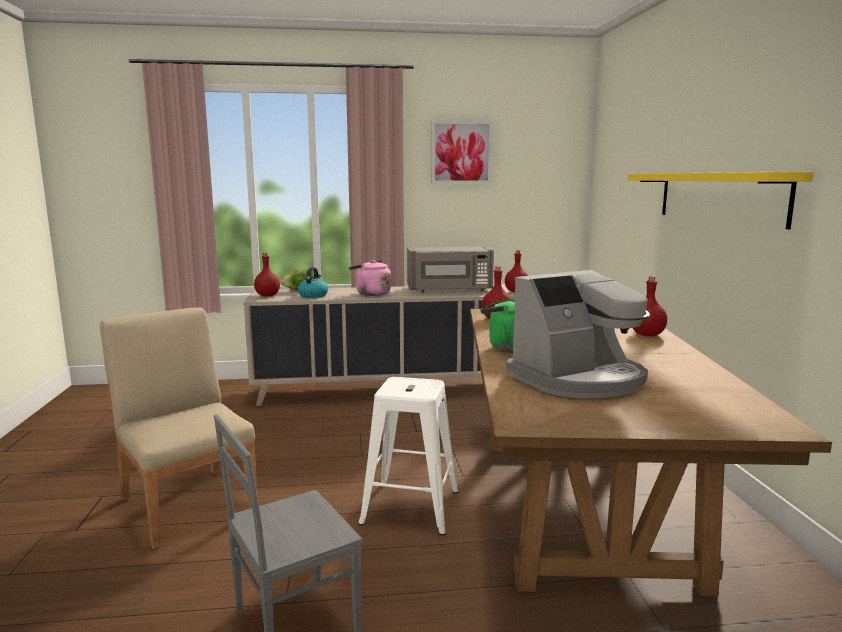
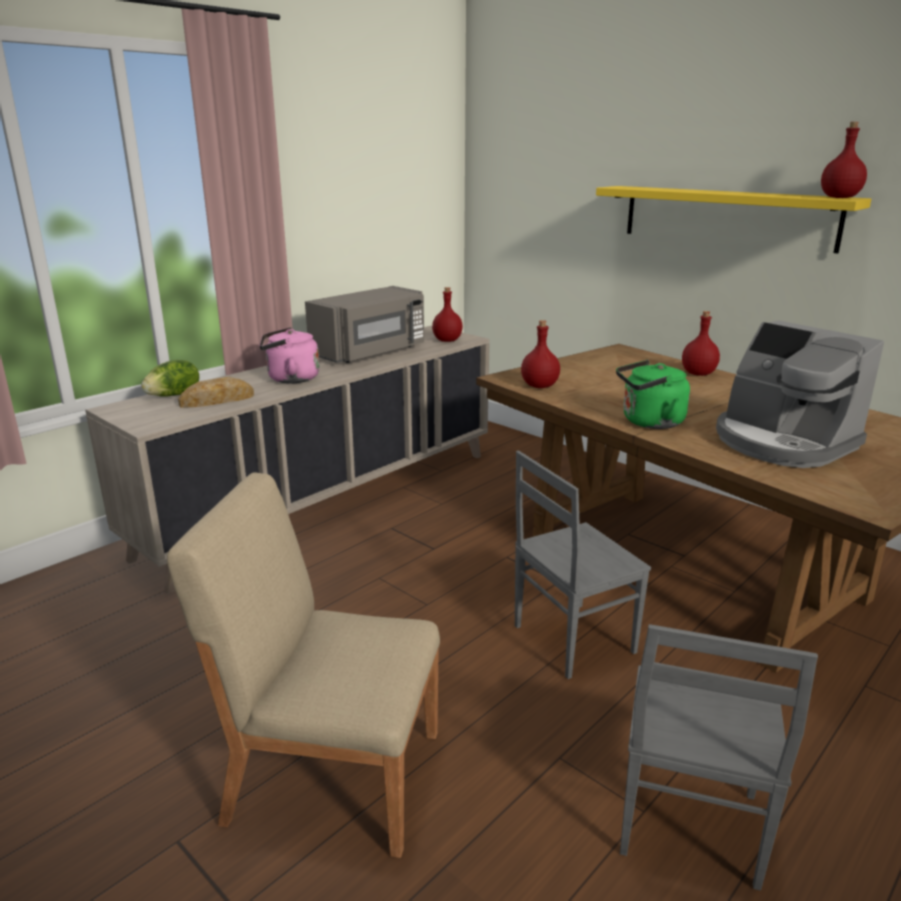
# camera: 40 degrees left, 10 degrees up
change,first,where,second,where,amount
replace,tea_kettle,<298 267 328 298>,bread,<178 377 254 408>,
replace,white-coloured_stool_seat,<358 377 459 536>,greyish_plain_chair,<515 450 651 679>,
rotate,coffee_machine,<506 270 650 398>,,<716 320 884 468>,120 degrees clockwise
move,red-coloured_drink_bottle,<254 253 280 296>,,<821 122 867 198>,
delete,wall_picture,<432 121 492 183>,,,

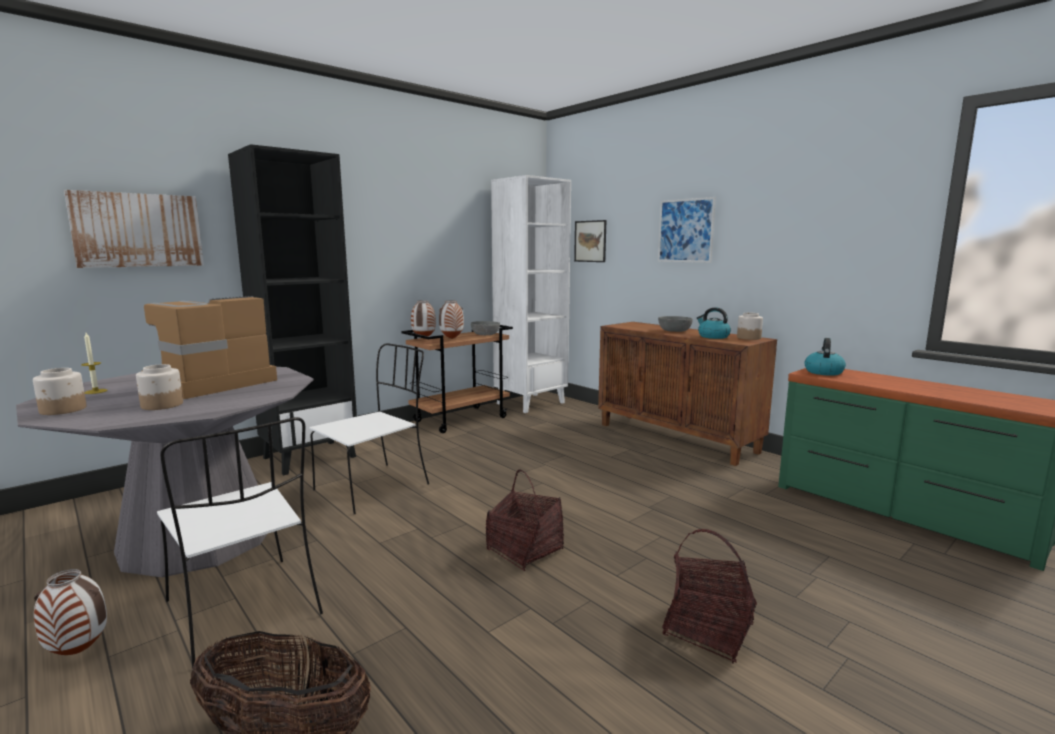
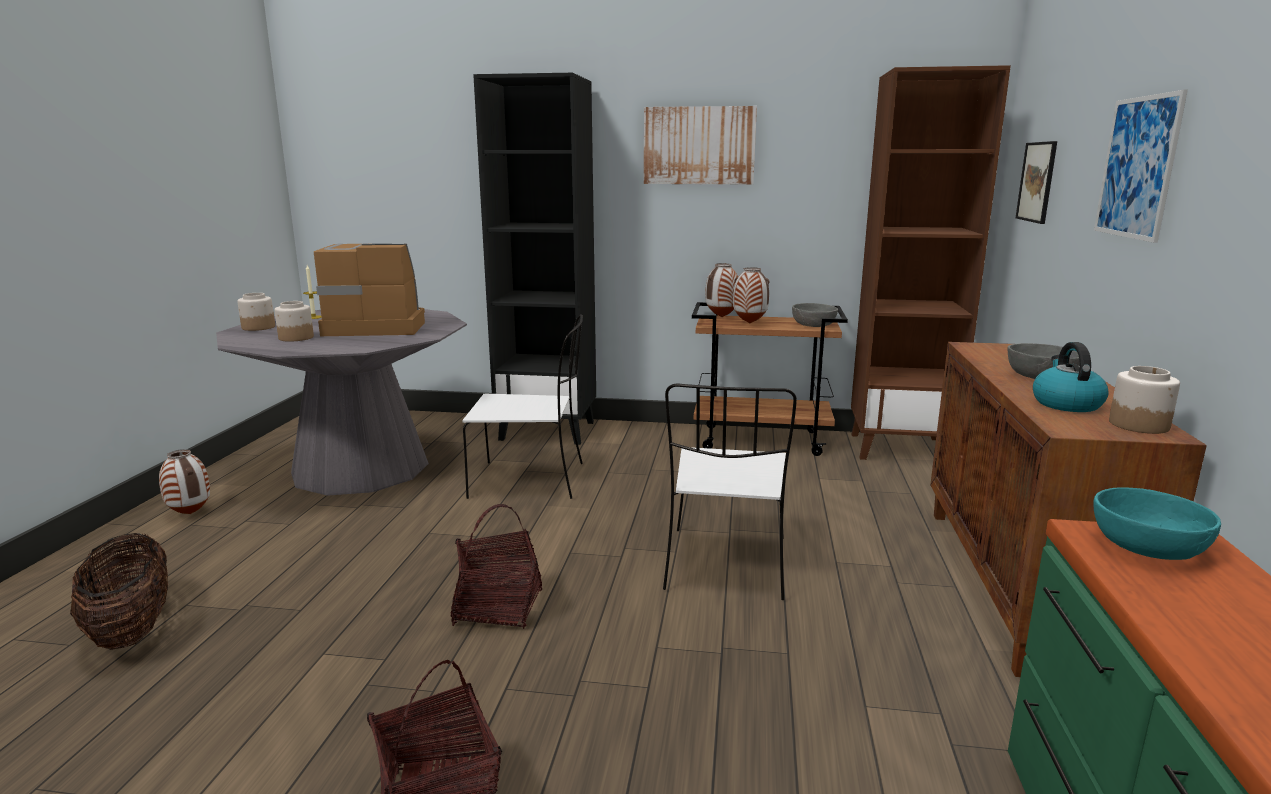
# camera: 50 degrees right, 5 degrees up
change,first,where,second,where,amount
move,wall_picture,<64 190 204 268>,,<644 106 757 184>,
move,white-coloured_plain_chair,<157 417 323 668>,,<663 384 797 600>,
recolor,white-coloured_bookshelf,<491 175 571 413>,brownish_bookshelf,<851 65 1011 460>,
replace,tea_kettle,<805 338 846 376>,turquoise_deep_dish,<1094 487 1221 560>,

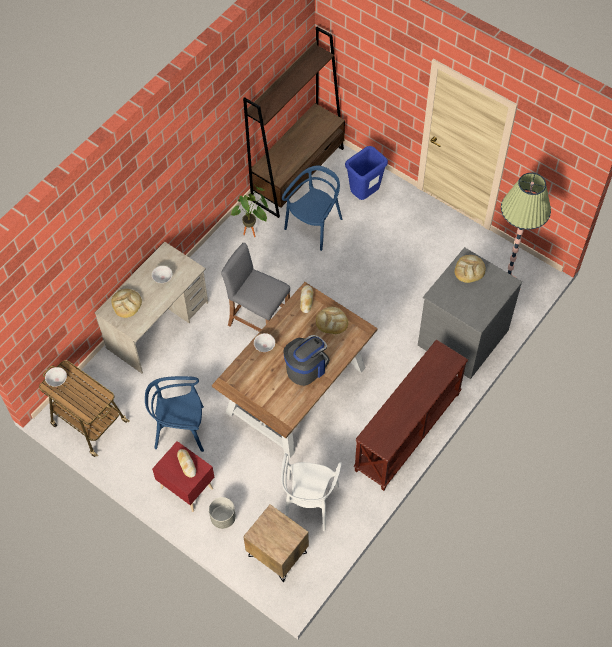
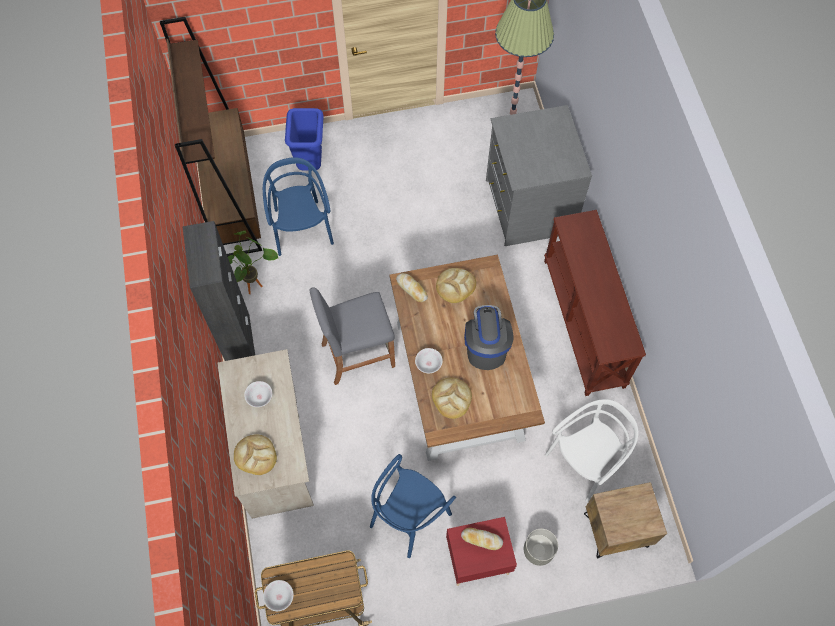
# camera: 50 degrees left, 5 degrees up
change,first,where,second,where,amount
insert,,,blackish_cabinet,<183 221 255 361>,
move,bread,<454 255 486 283>,,<432 378 472 419>,
rotate,white-coloured_plain_chair,<281 453 342 531>,,<545 399 638 502>,90 degrees counterclockwise

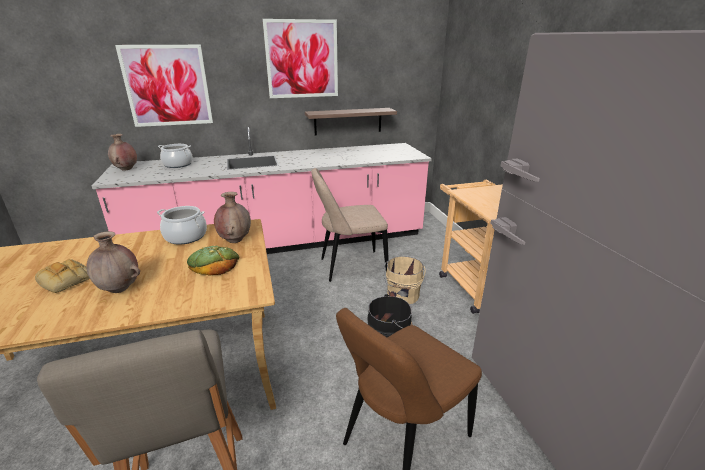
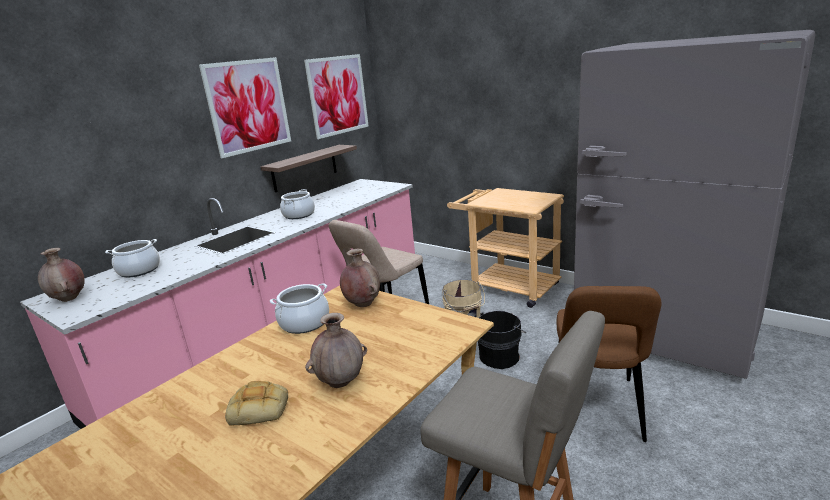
# camera: 35 degrees left, 5 degrees down
change,first,where,second,where,amount
insert,,,stockpot,<280 189 315 219>,
move,wall_picture,<115 45 213 127>,,<304 54 369 139>,
delete,bread,<187 246 240 276>,,,

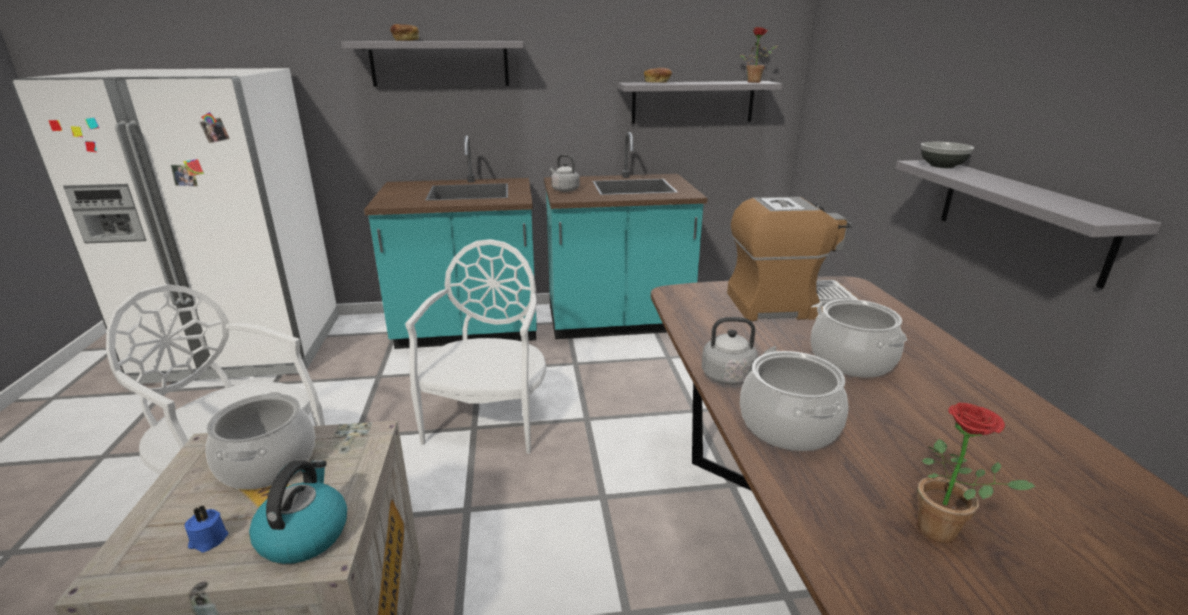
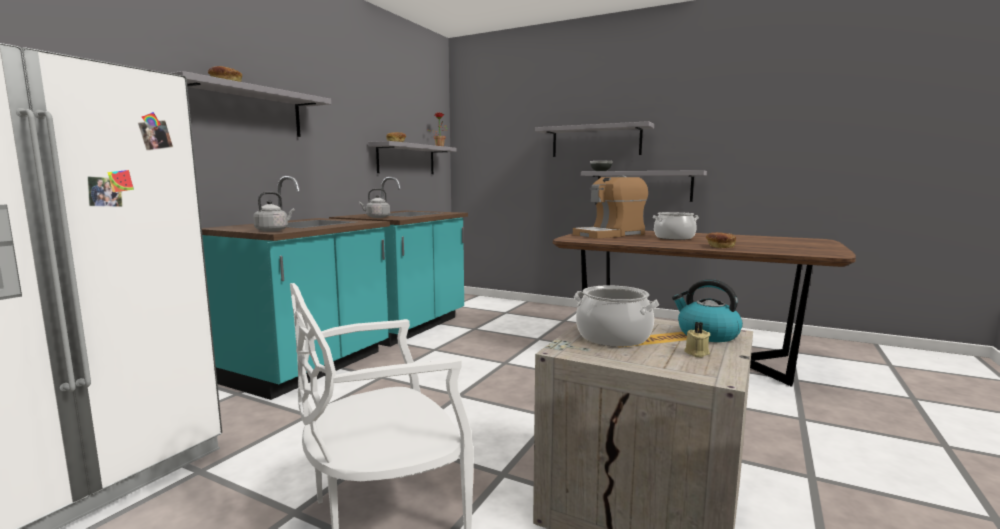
# camera: 55 degrees left, 15 degrees down
change,first,where,second,where,amount
move,greyish_tea_kettle,<702 317 776 385>,,<253 192 295 232>,
insert,,,greyish_shelf,<535 121 654 157>,
rotate,coffee_machine,<727 197 859 321>,,<573 176 648 239>,150 degrees counterclockwise
recolor,blue_wax_light,<184 505 229 553>,beige_wax_light,<684 322 710 358>,
replace,stockpot,<740 351 849 451>,bread,<706 232 736 248>,
delete,white-coloured_plain_chair,<405 239 546 454>,,,
delete,houseplant,<917 403 1036 543>,,,

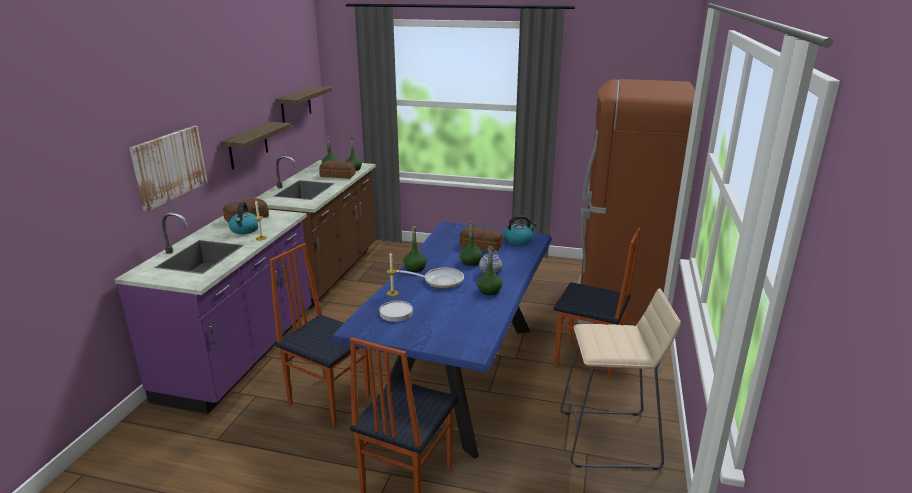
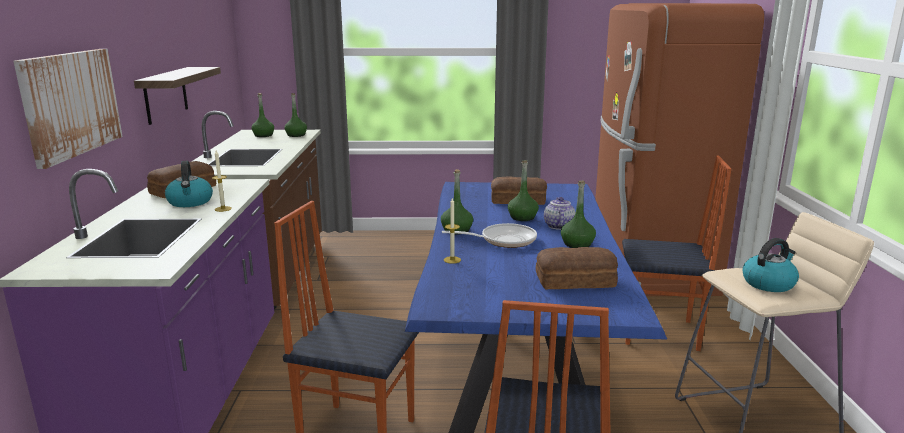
# camera: 15 degrees left, 5 degrees down
change,first,where,second,where,amount
move,bread,<319 161 356 179>,,<536 247 618 289>,
move,tea_kettle,<504 215 537 245>,,<743 238 799 292>,
delete,shelf,<275 86 332 123>,,,
delete,white-coloured_dinner_plate,<379 301 413 322>,,,

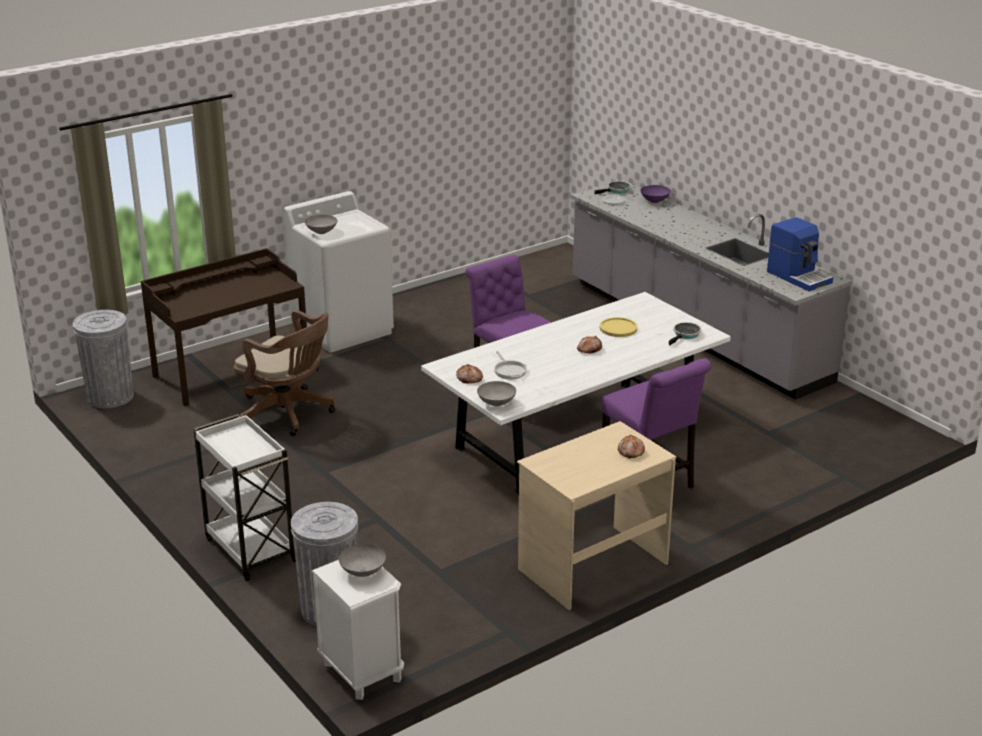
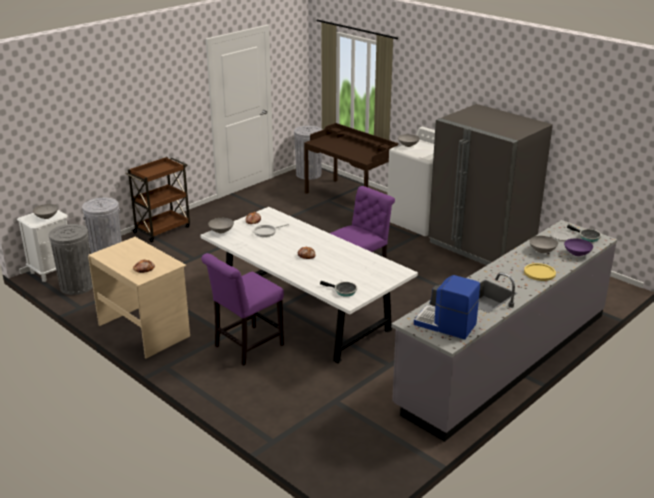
# camera: 80 degrees right, 0 degrees up
change,first,where,second,where,amount
insert,,,greyish_rubbish_bin,<49 224 93 295>,
recolor,white-coloured_trolley,<194 414 296 581>,brownish_trolley,<125 157 190 242>,
rotate,coffee_machine,<767 217 833 291>,,<414 275 480 339>,75 degrees clockwise
insert,,,greyish_fridge,<428 104 553 265>,
move,yellow-coloured_dinner_plate,<600 317 637 337>,,<524 263 556 281>,
insert,,,greyish_deep_dish,<529 236 558 253>,
delete,brownish_desk_chair,<234 310 335 436>,,,

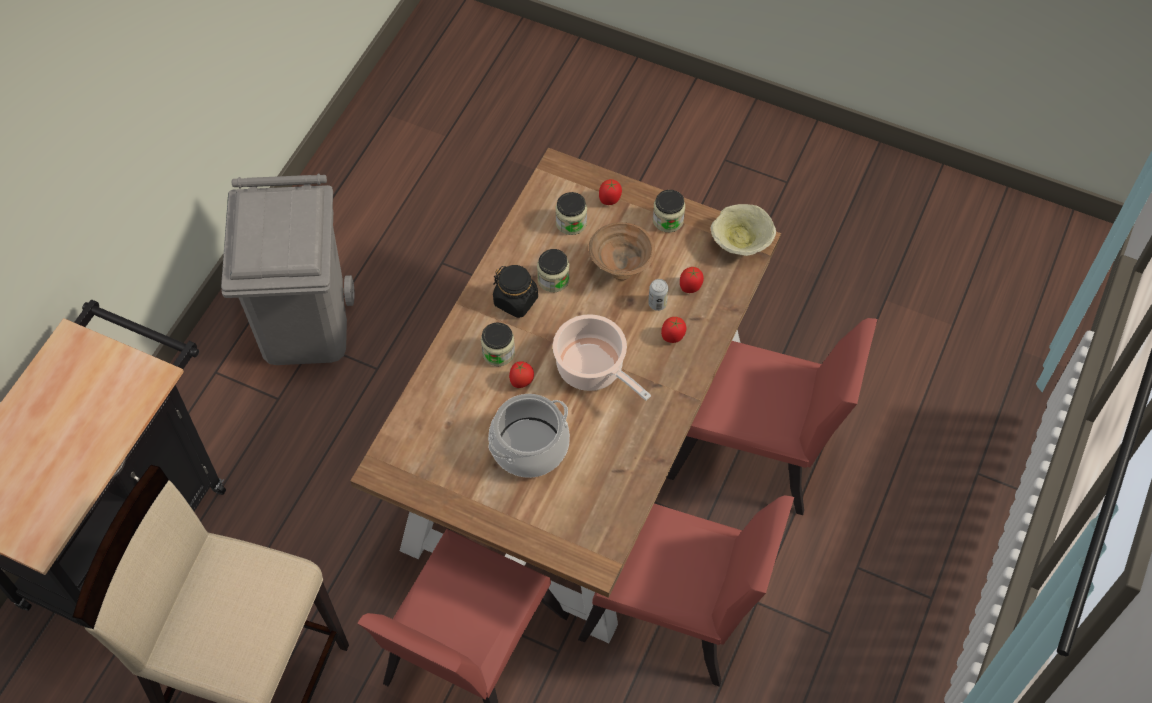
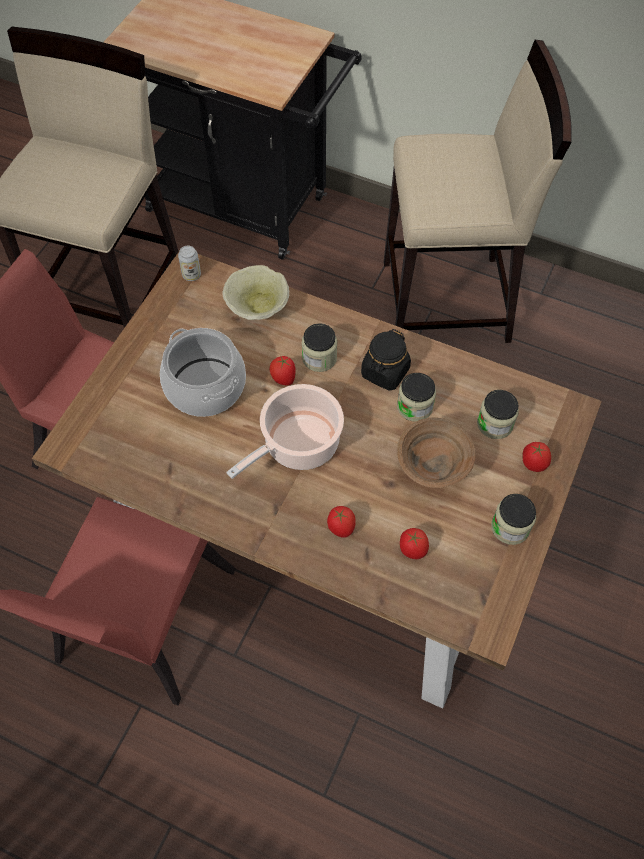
# camera: 90 degrees right, 0 degrees up
change,first,where,second,where,amount
move,sealed_can,<648 279 668 311>,,<178 246 201 281>,
move,beige_deep_dish,<711 204 776 256>,,<222 265 289 320>,
replace,greyish_rubbish_bin,<221 174 355 365>,beige_stool_seat,<383 40 572 343>,
delete,red-coloured_plain_chair,<667 318 877 515>,,,

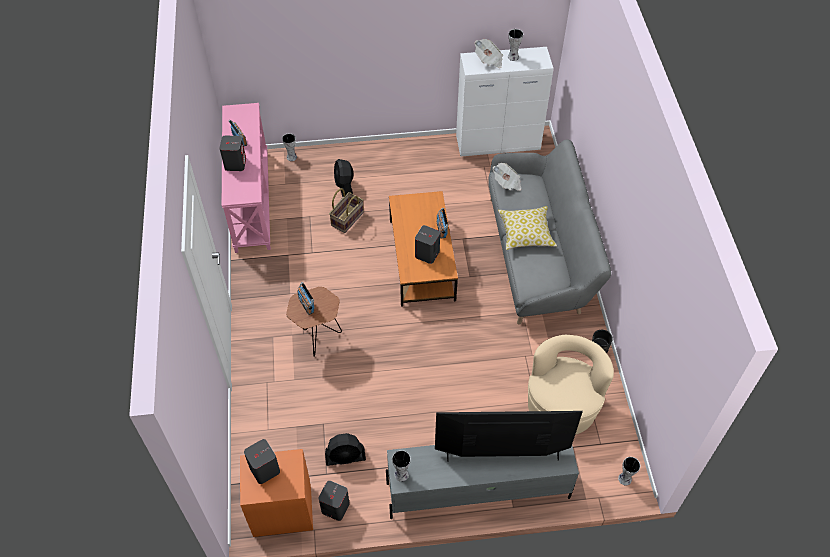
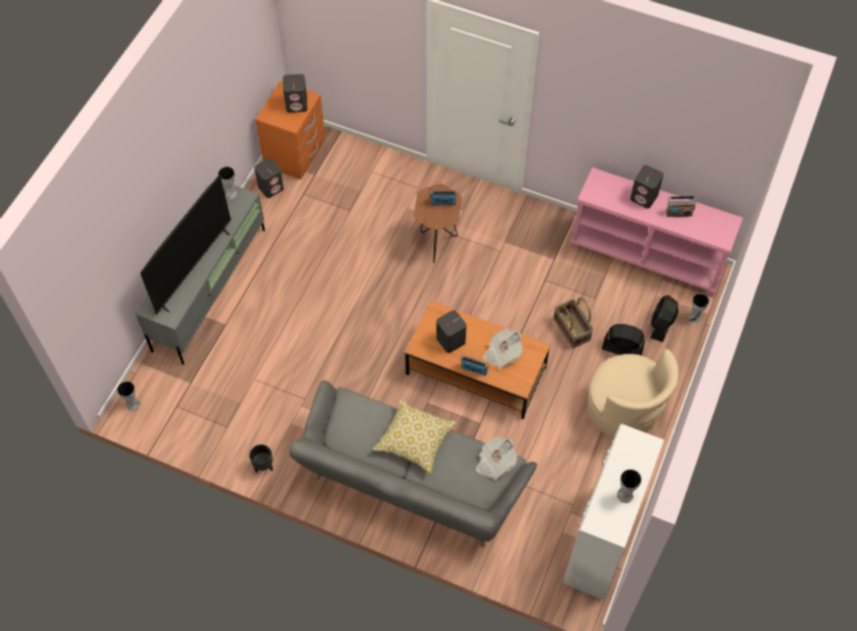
# camera: 120 degrees right, 5 degrees up
change,first,where,second,where,amount
move,daily_paper,<475 39 503 68>,,<483 329 523 369>,
move,beige_easy_chair,<528 335 614 435>,,<588 349 679 437>,
move,blackish_fan,<325 433 366 466>,,<651 295 678 342>,

